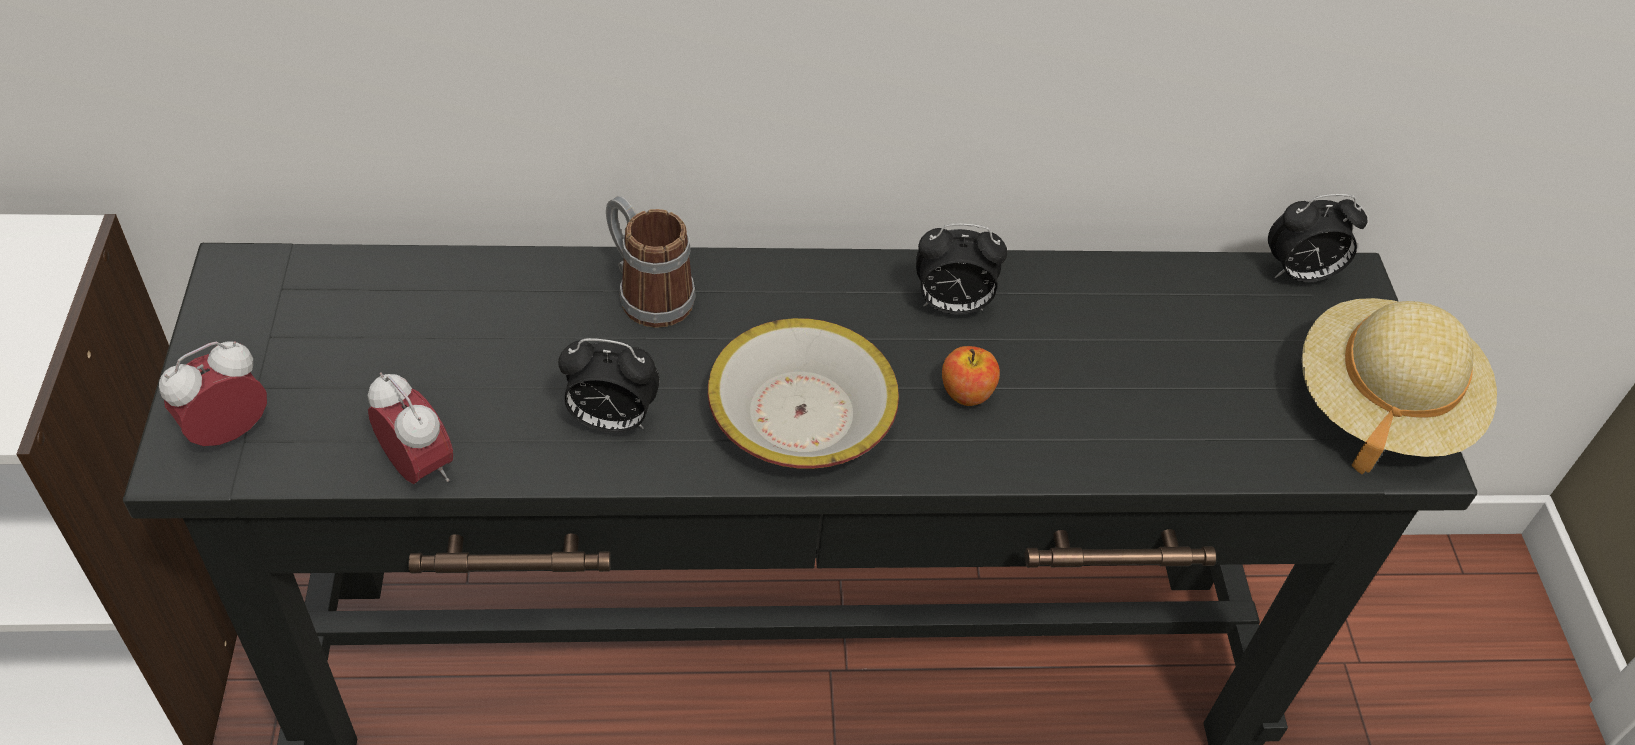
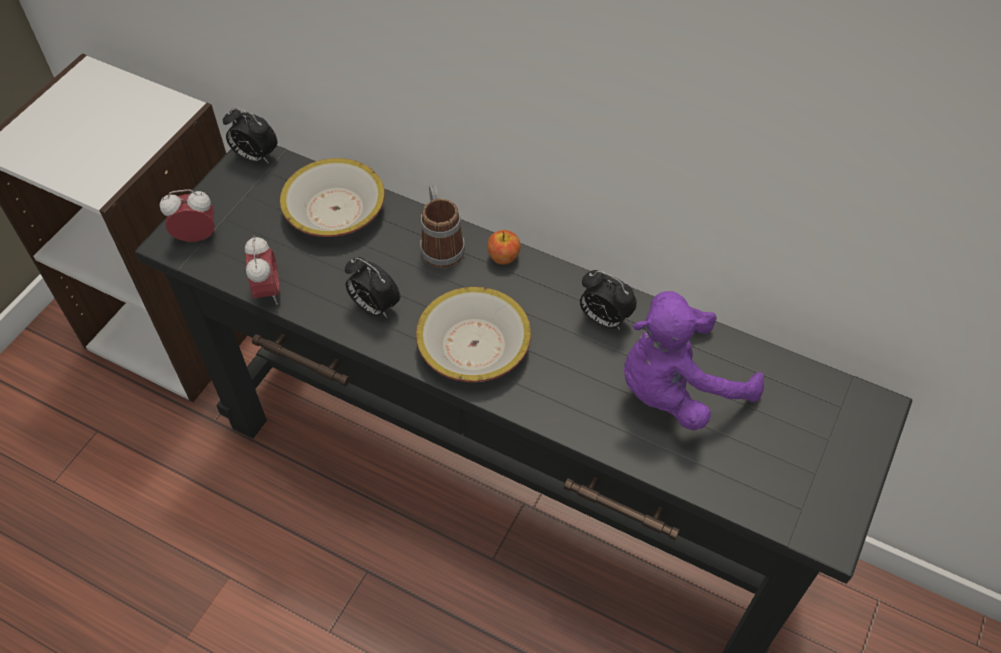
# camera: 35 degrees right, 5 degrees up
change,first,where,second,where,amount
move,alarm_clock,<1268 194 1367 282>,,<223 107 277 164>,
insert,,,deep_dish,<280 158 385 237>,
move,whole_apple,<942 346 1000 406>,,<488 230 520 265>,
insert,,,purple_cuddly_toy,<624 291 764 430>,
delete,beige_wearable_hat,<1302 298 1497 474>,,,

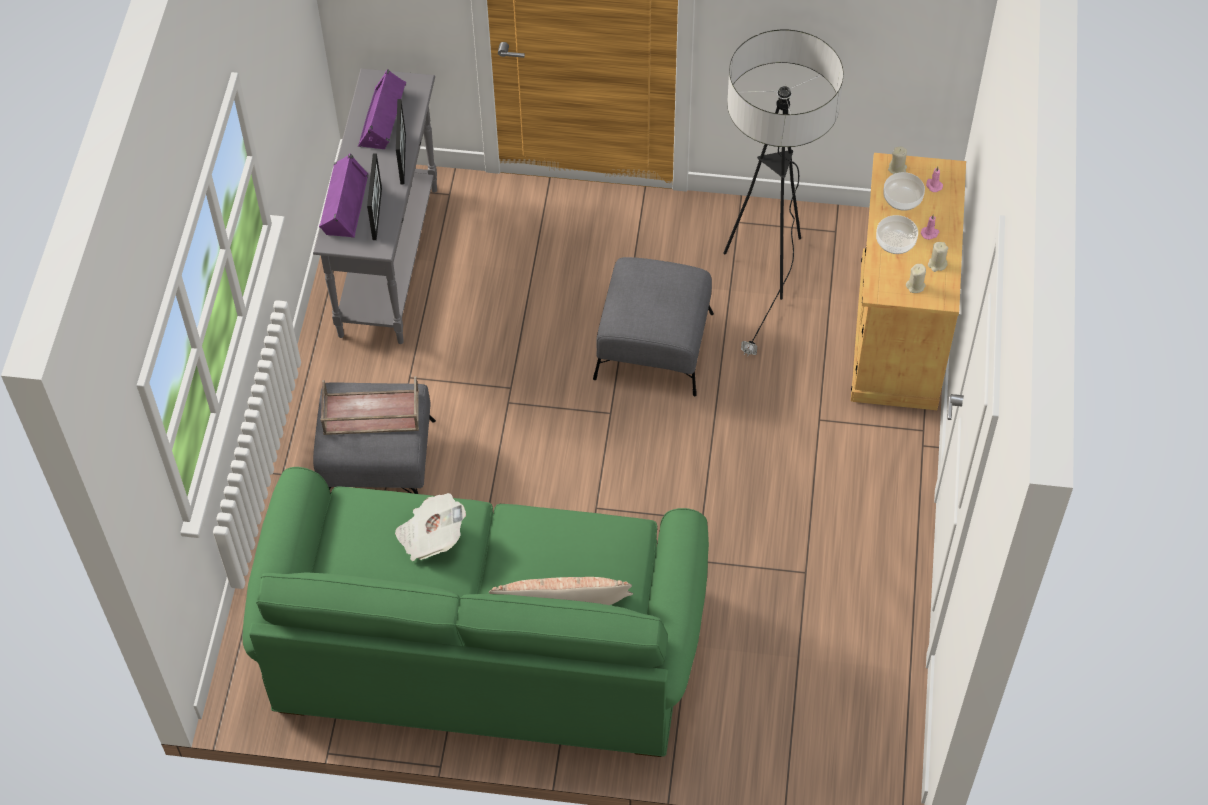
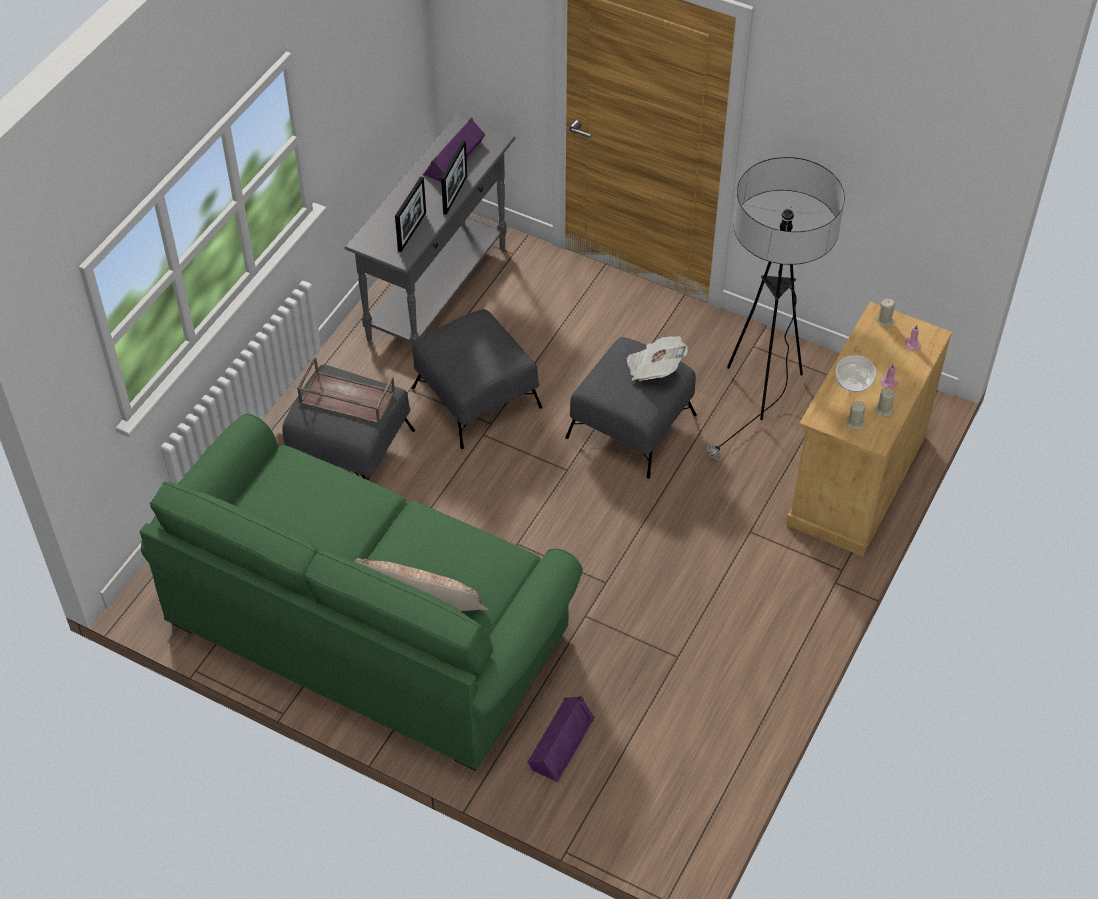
# camera: 20 degrees right, 5 degrees down
change,first,where,second,where,amount
insert,,,greyish_footrest,<412 309 542 449>,
move,purple_audio_speaker,<319 153 369 238>,,<527 696 595 782>,
move,daily_paper,<395 493 466 561>,,<627 336 688 381>,
delete,deep_dish,<883 172 925 211>,,,

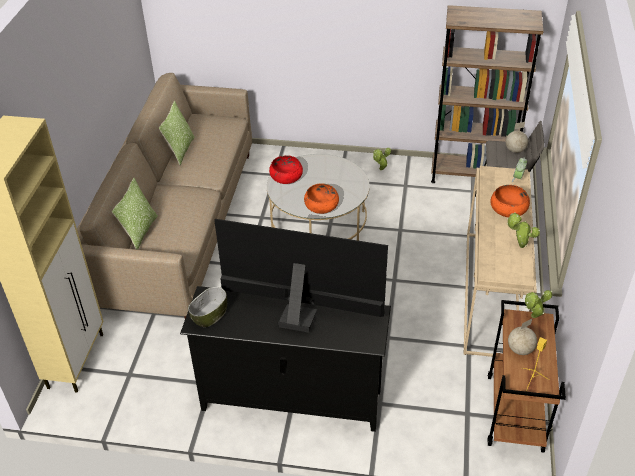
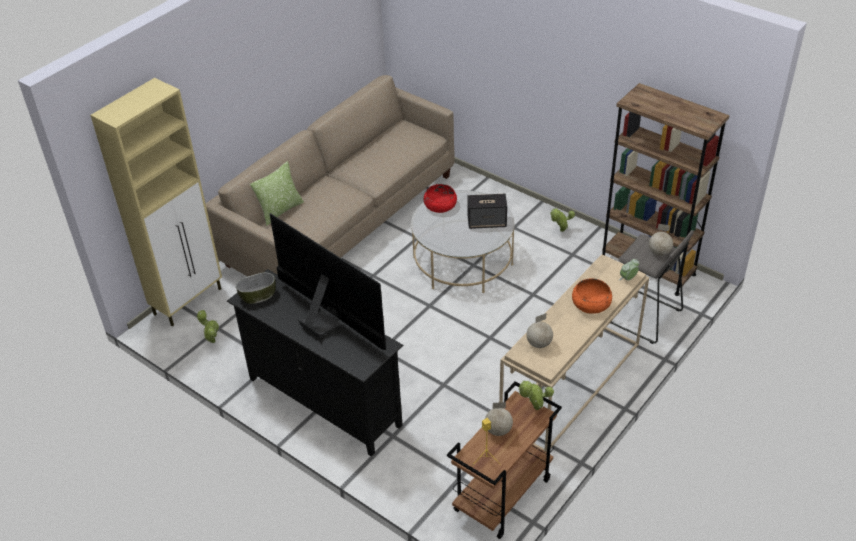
# camera: 30 degrees right, 0 degrees up
change,first,where,second,where,amount
move,houseplant,<507 213 540 248>,,<197 310 219 343>,
insert,,,audio_speaker,<467 194 507 229>,
insert,,,desk_globe,<527 313 553 348>,
delete,pillow,<159 101 195 165>,,,
delete,orangey_deep_dish,<304 183 339 214>,,,

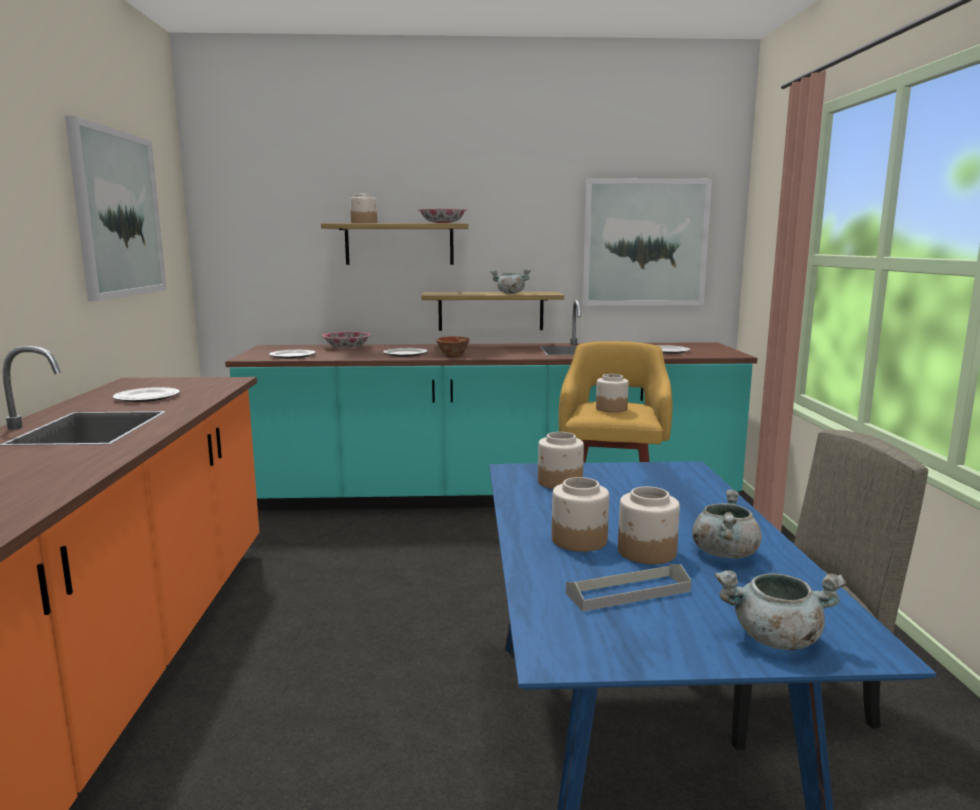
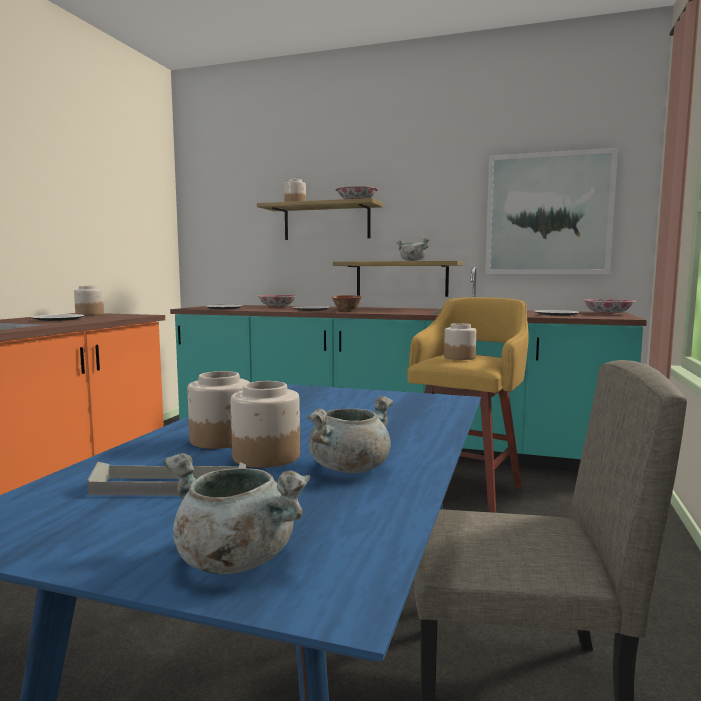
# camera: 20 degrees right, 5 degrees down
change,first,where,second,where,amount
move,preserve_jar,<538 432 584 489>,,<74 286 104 315>,
insert,,,deep_dish,<582 299 636 314>,
delete,wall_picture,<65 116 167 301>,,,

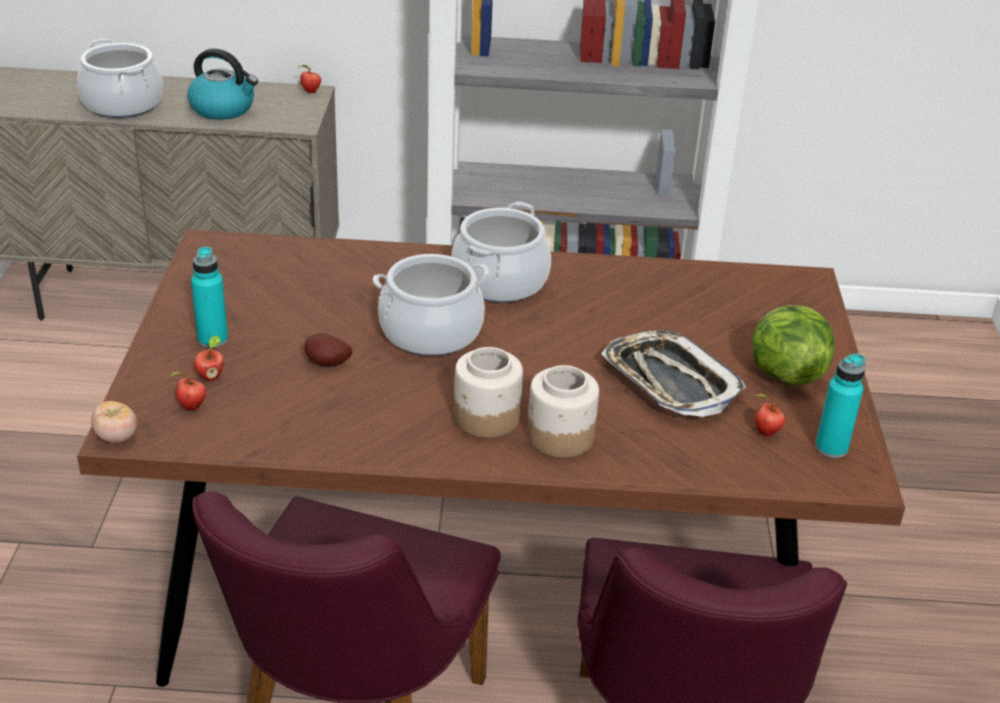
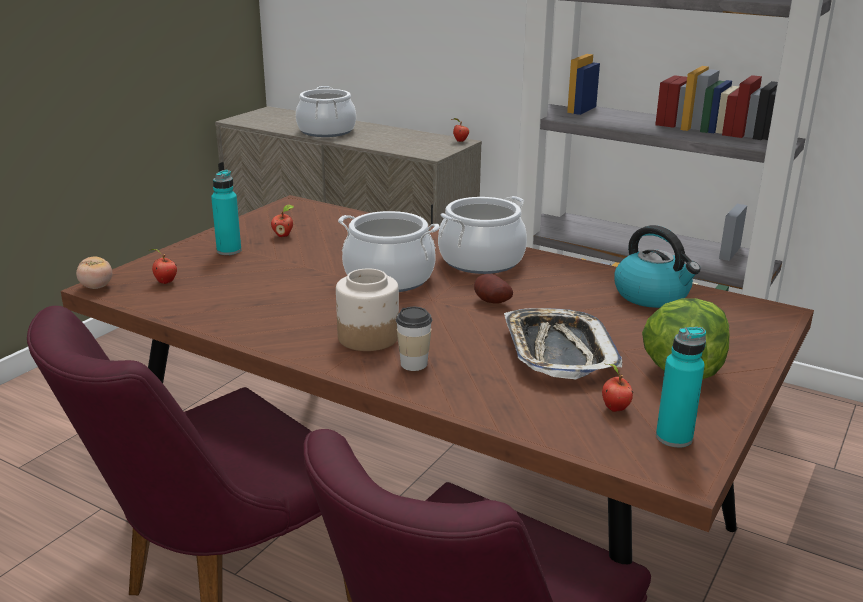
# camera: 30 degrees right, 10 degrees down
change,first,where,second,where,amount
move,whole_apple,<194 336 224 381>,,<271 205 294 237>,
replace,preserve_jar,<527 365 599 458>,cup,<396 307 432 371>,
move,potato,<305 333 352 366>,,<474 274 513 304>,
move,tea_kettle,<187 48 258 120>,,<614 225 701 308>,

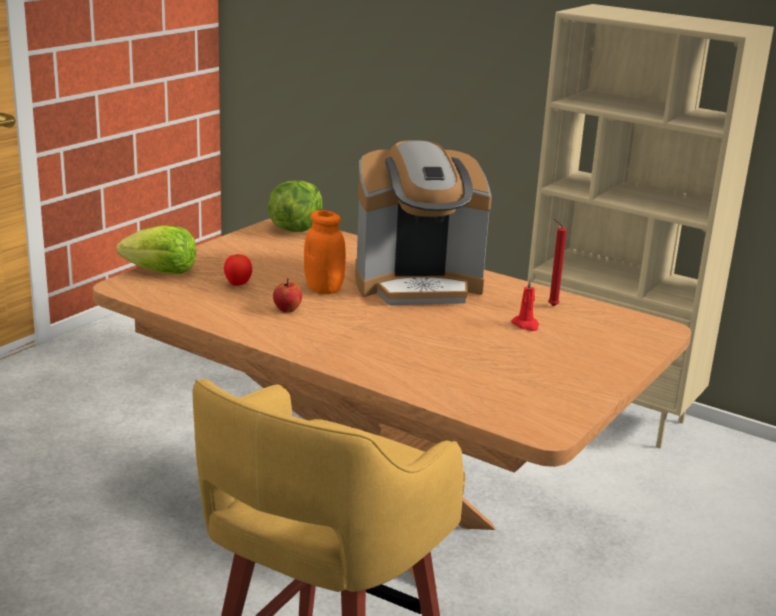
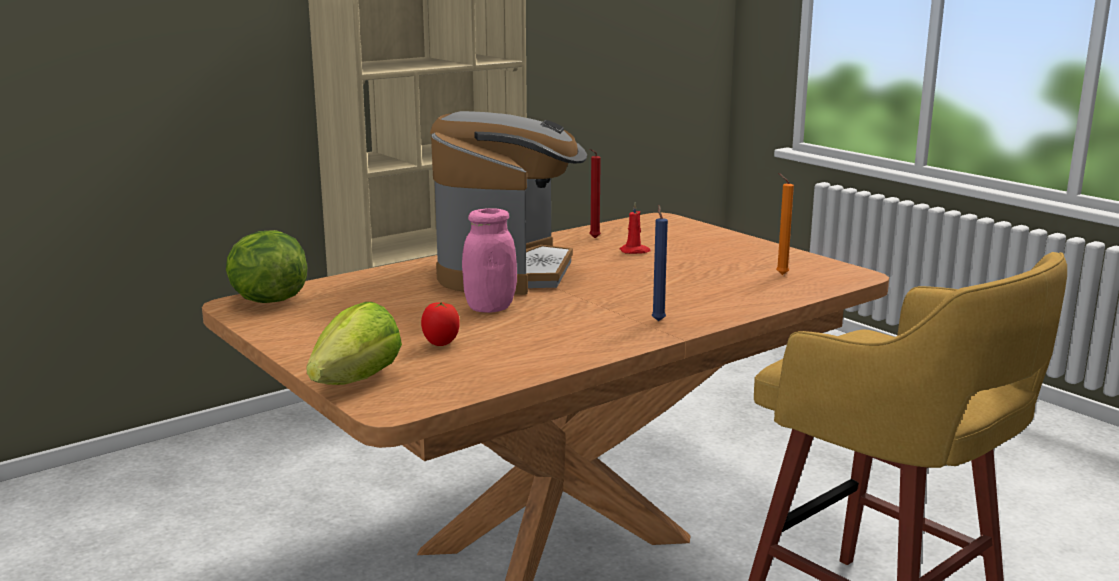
# camera: 70 degrees left, 5 degrees down
change,first,where,second,where,amount
recolor,orangey_preserve_jar,<304 210 346 294>,pink-coloured_preserve_jar,<462 208 517 313>,
insert,,,blue_wax_light,<651 205 668 321>,
insert,,,orangey_wax_light,<776 173 794 275>,
delete,whole_apple,<273 278 302 312>,,,

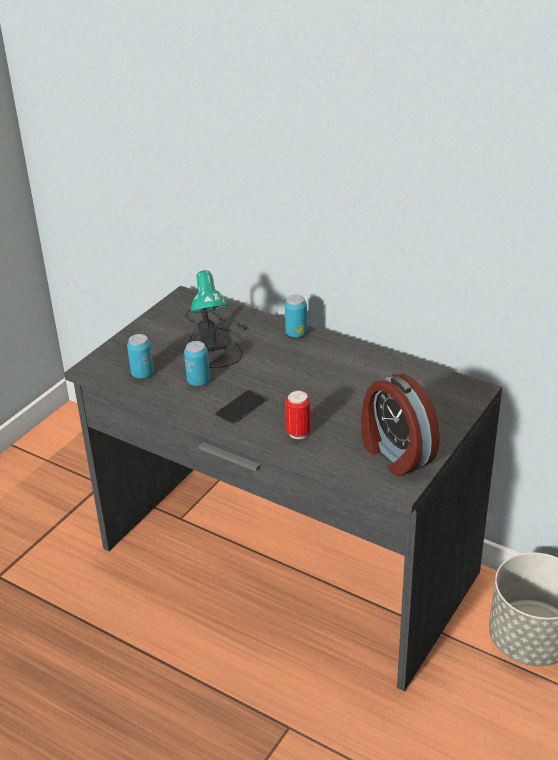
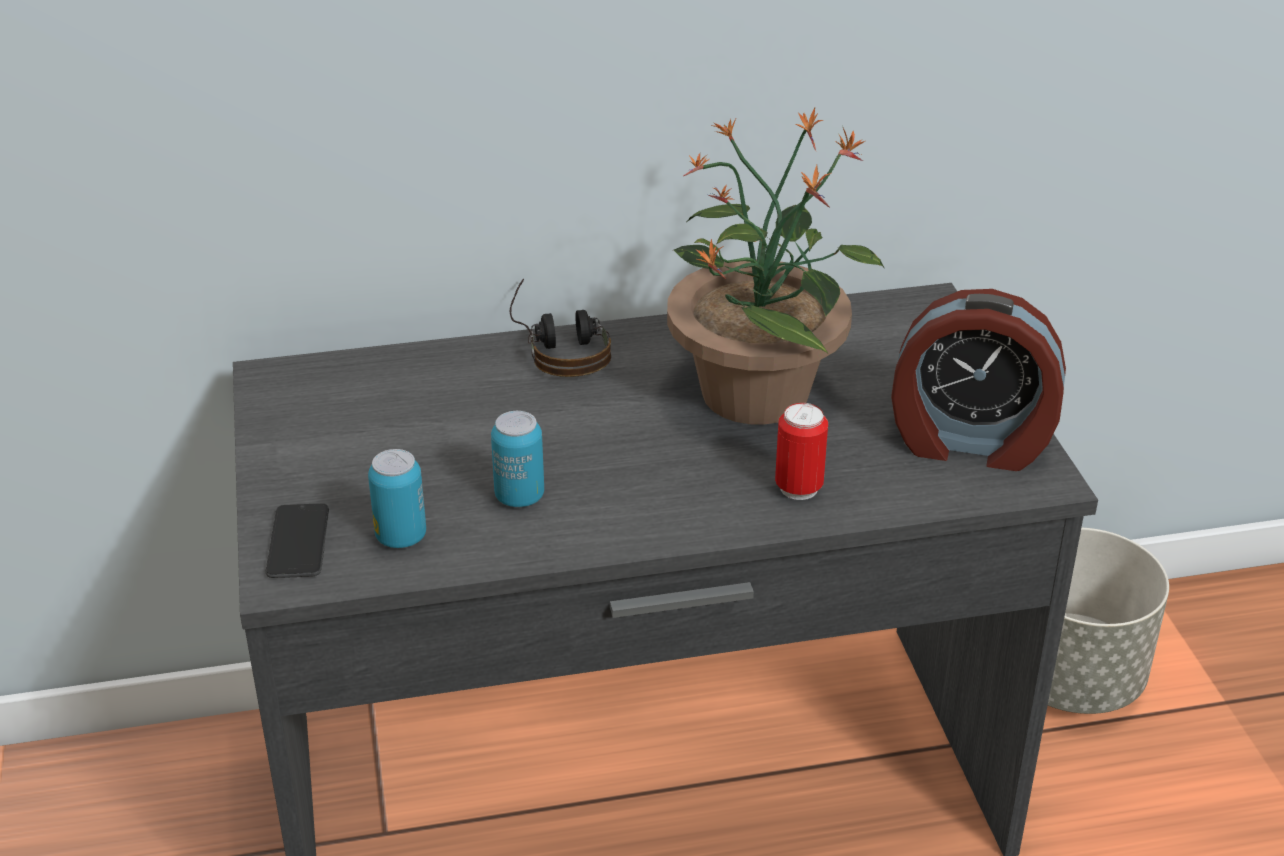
# camera: 45 degrees left, 0 degrees up
change,first,where,second,where,amount
move,telephone,<215 391 265 424>,,<266 503 329 578>,
replace,sealed_can,<285 295 307 337>,headset,<509 279 611 377>,
insert,,,houseplant,<667 108 884 425>,
delete,tabletop_lamp,<186 270 247 368>,,,

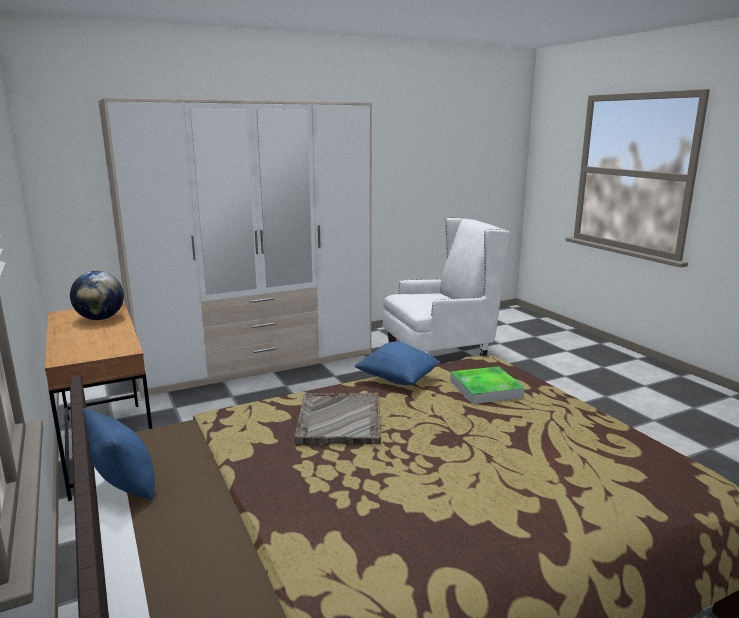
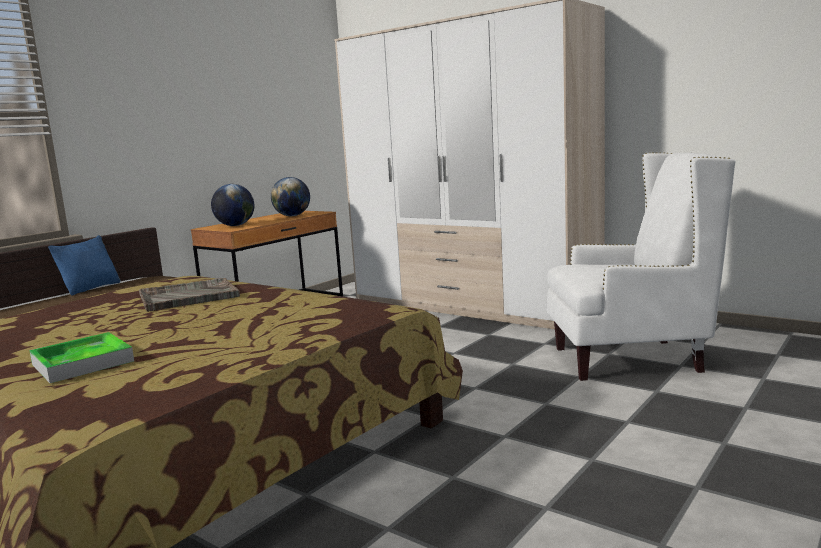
# camera: 65 degrees right, 5 degrees down
change,first,where,second,where,amount
move,carrying_tray,<450 366 524 404>,,<29 332 134 383>,
insert,,,desk_globe,<211 184 254 226>,
rotate,white-coloured_easy_chair,<383 217 510 356>,,<547 152 735 381>,45 degrees counterclockwise
delete,blue_pillow,<354 342 440 385>,,,

